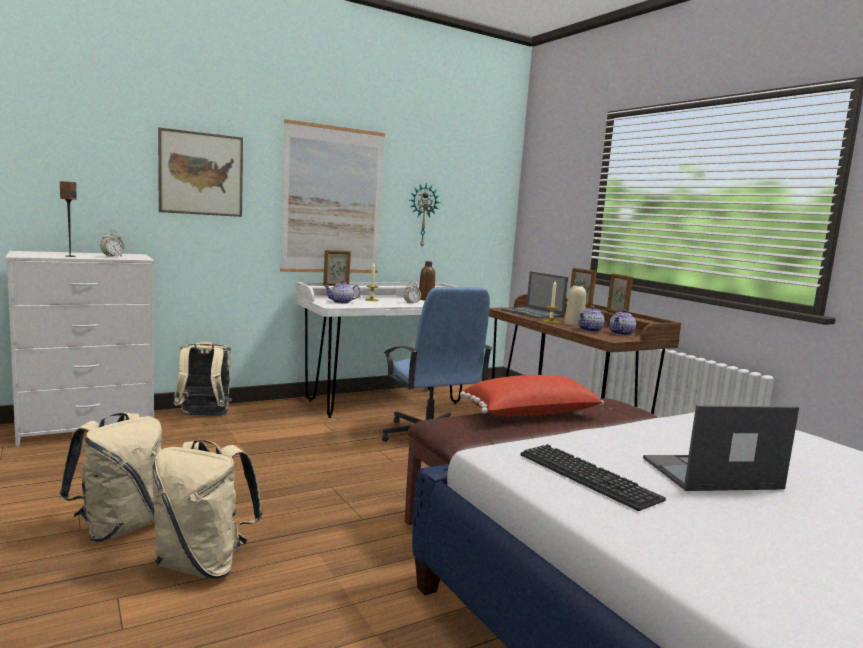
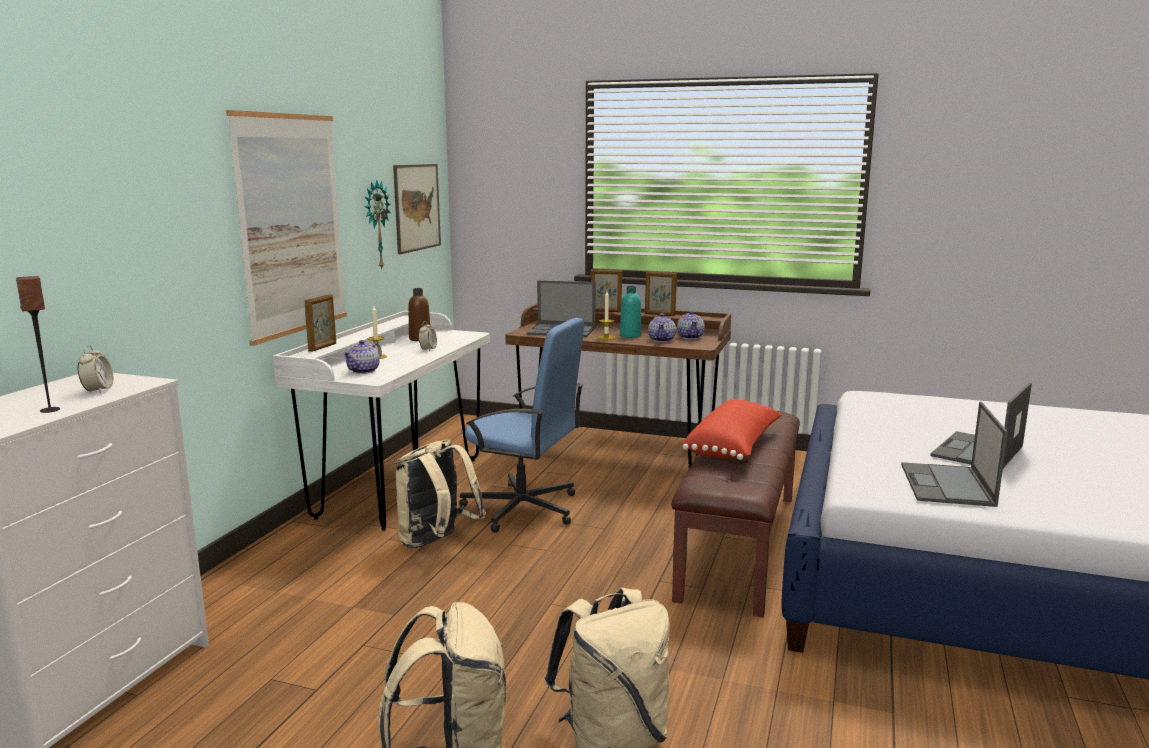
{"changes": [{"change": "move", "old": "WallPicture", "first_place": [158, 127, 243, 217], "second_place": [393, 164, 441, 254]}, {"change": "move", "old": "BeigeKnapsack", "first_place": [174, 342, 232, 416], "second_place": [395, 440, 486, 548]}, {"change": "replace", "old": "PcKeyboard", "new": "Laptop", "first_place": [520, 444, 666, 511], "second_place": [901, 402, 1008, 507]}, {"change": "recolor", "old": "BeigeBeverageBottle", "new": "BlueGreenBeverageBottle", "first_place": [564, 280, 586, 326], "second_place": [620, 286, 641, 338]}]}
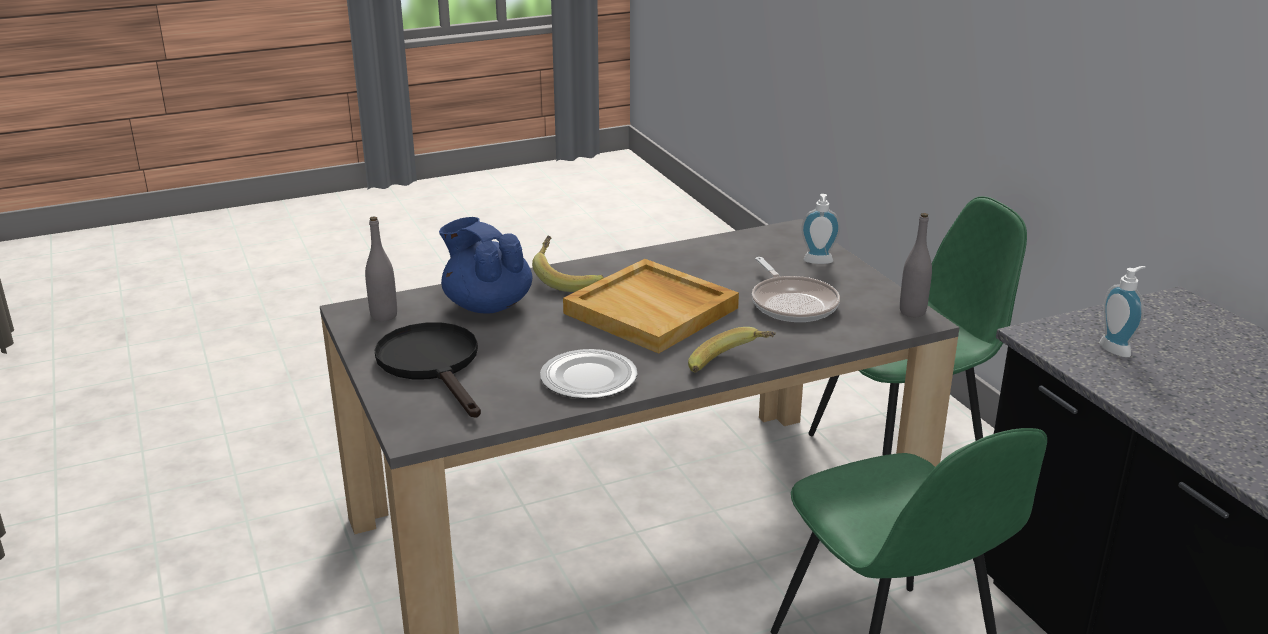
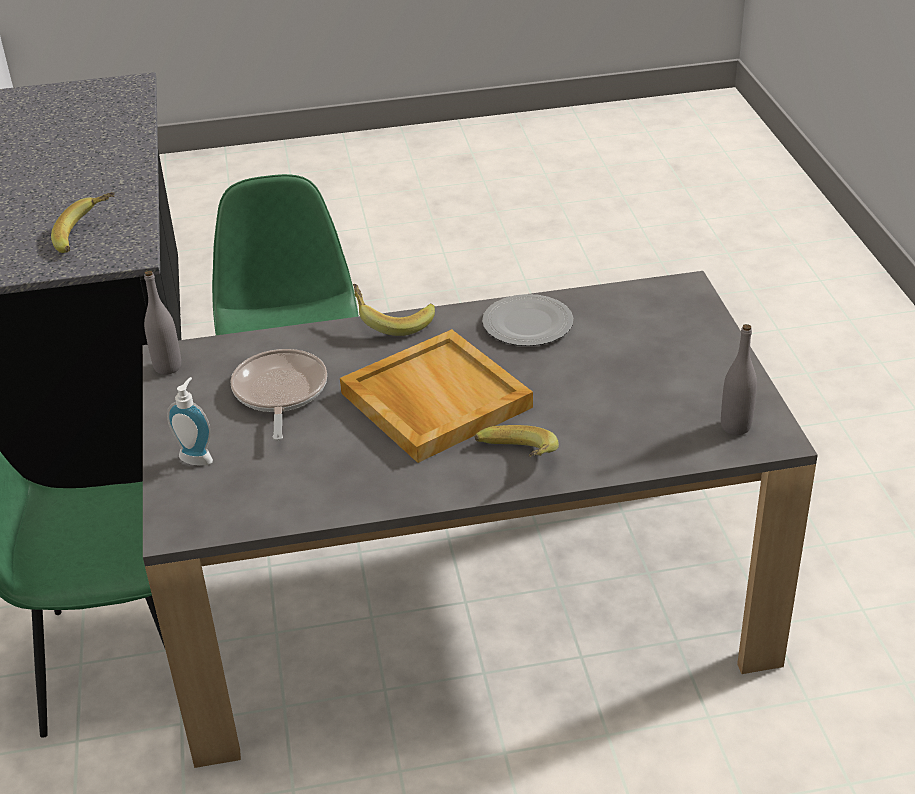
{"changes": [{"change": "delete", "old": "BlackFryingPan", "first_place": [374, 322, 481, 418]}, {"change": "delete", "old": "BlueTeaPot", "first_place": [439, 217, 533, 314]}, {"change": "replace", "old": "LiquidSoapBottle", "new": "Banana", "first_place": [1099, 266, 1145, 357], "second_place": [51, 192, 115, 253]}]}
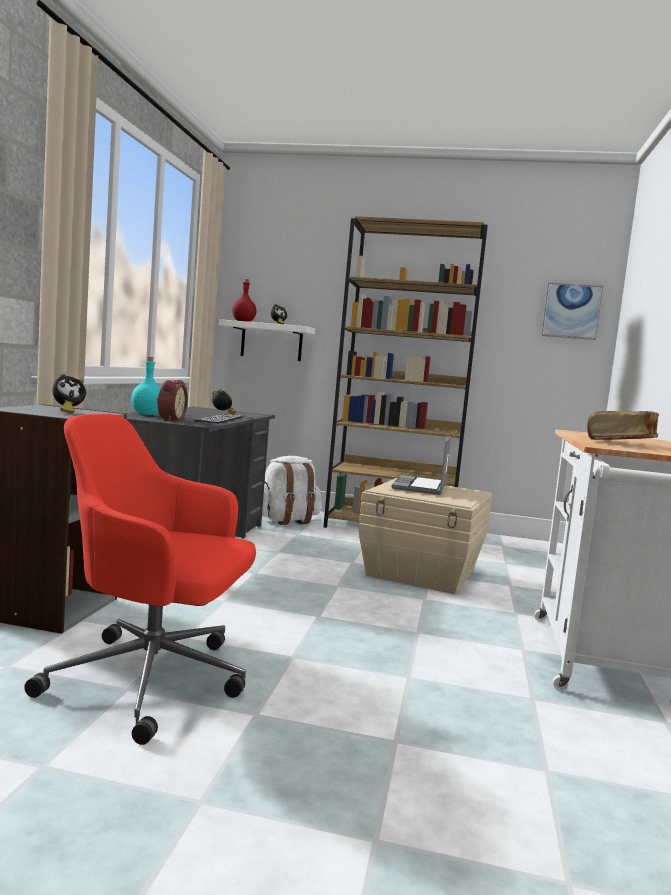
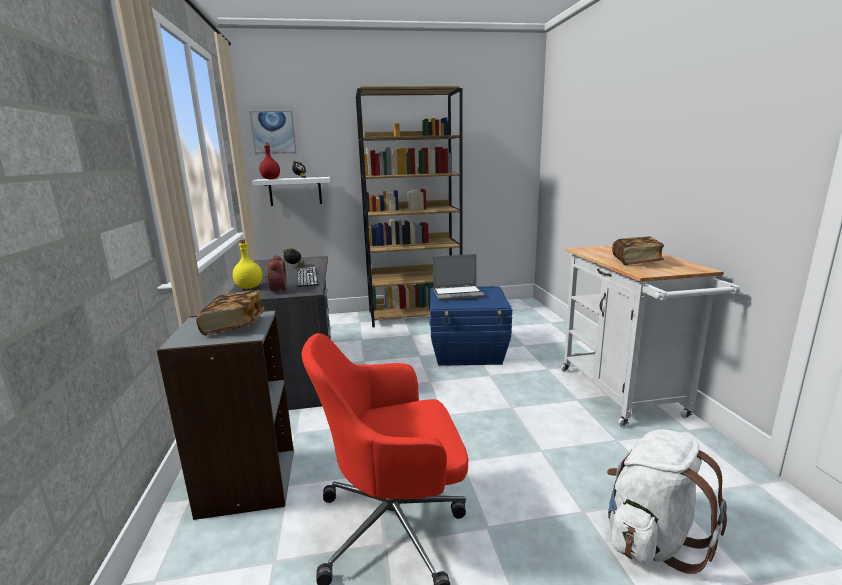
{"changes": [{"change": "replace", "old": "TableClock", "new": "BoundBook", "first_place": [52, 373, 86, 414], "second_place": [196, 290, 264, 336]}, {"change": "recolor", "old": "BlueGreenBeverageBottle", "new": "YellowishBeverageBottle", "first_place": [131, 357, 161, 415], "second_place": [233, 239, 262, 289]}, {"change": "move", "old": "WhitishKnapsack", "first_place": [262, 456, 322, 525], "second_place": [607, 429, 727, 574]}, {"change": "recolor", "old": "BeigeStorageBin", "new": "BlueStorageBin", "first_place": [359, 478, 492, 594], "second_place": [429, 286, 512, 366]}, {"change": "rotate", "old": "Laptop", "first_place": [392, 436, 451, 495], "second_place": [432, 254, 485, 301], "degrees": -90}, {"change": "move", "old": "WallPicture", "first_place": [541, 283, 603, 340], "second_place": [250, 111, 297, 154]}]}
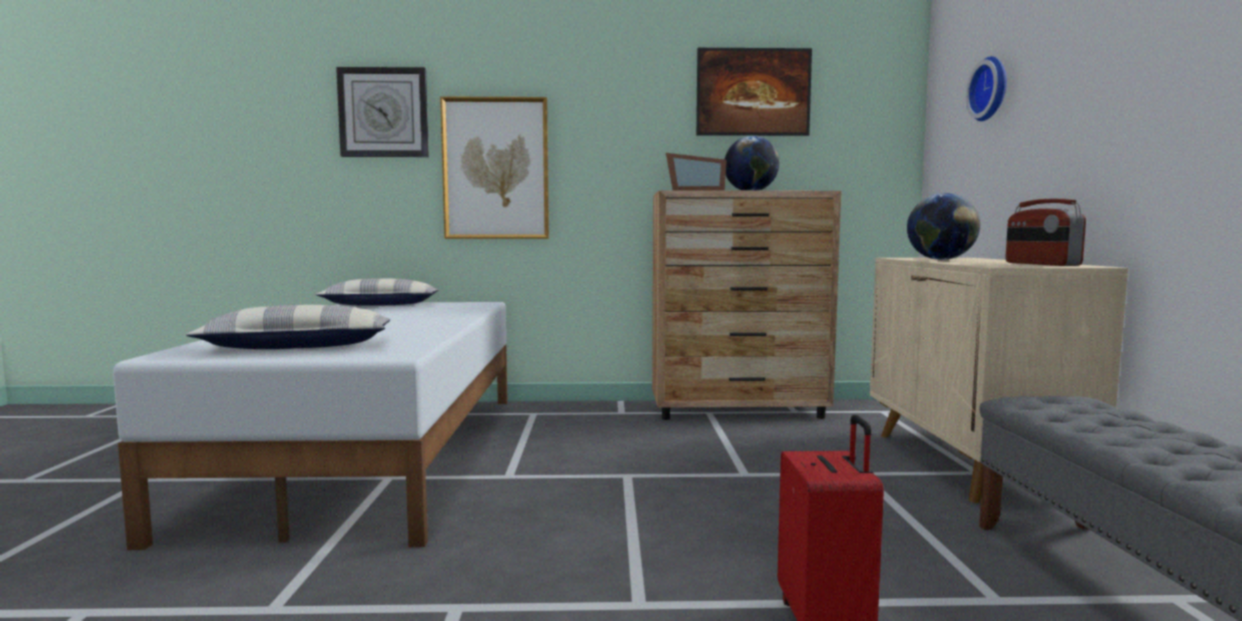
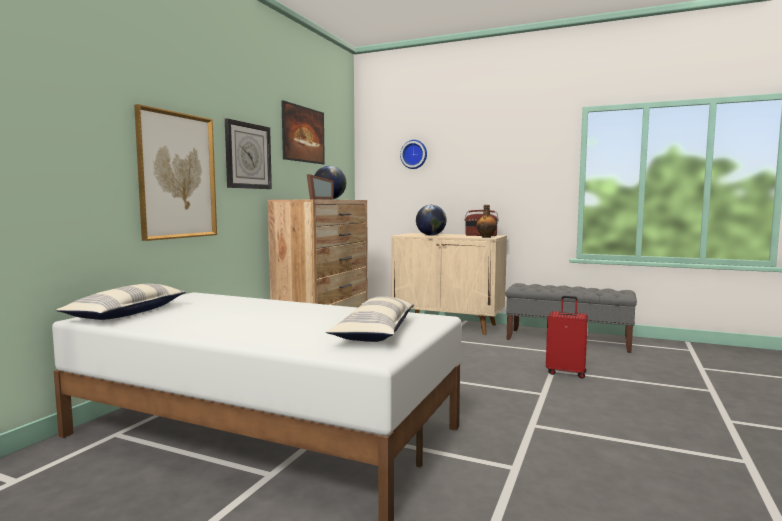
{"changes": [{"change": "move", "old": "WallClock", "first_place": [336, 67, 429, 157], "second_place": [225, 118, 272, 189]}, {"change": "insert", "new": "BeverageBottle", "second_place": [476, 205, 497, 238]}]}
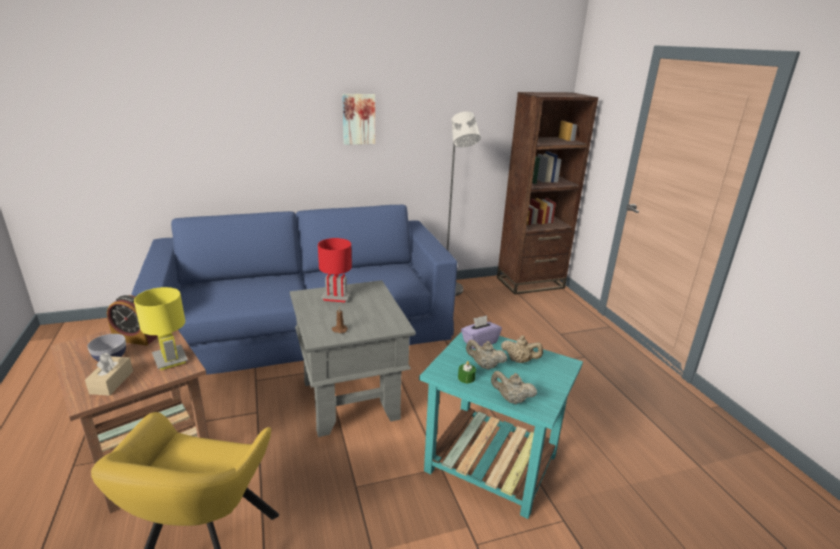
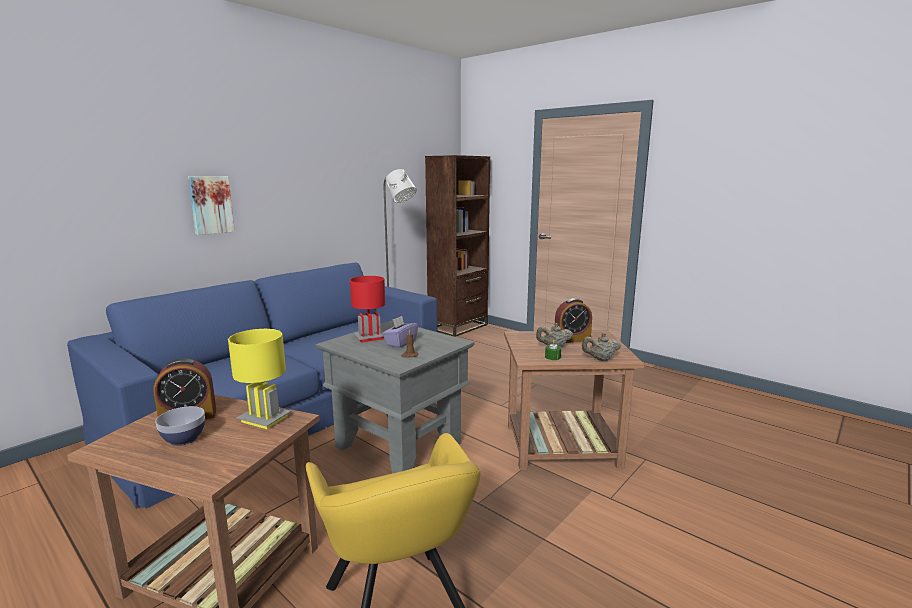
{"changes": [{"change": "delete", "old": "BeigeTissueHolder", "first_place": [85, 353, 133, 396]}, {"change": "move", "old": "WallPicture", "first_place": [342, 94, 375, 145], "second_place": [188, 176, 235, 235]}, {"change": "recolor", "old": "BlueGreenSideTable", "new": "BrownColouredSideTable", "first_place": [419, 332, 583, 519], "second_place": [504, 330, 644, 470]}, {"change": "move", "old": "PurplishTissueHolder", "first_place": [461, 315, 502, 349], "second_place": [382, 316, 418, 348]}, {"change": "replace", "old": "BeigeTeaPot", "new": "TableClock", "first_place": [501, 335, 543, 363], "second_place": [555, 298, 592, 343]}]}
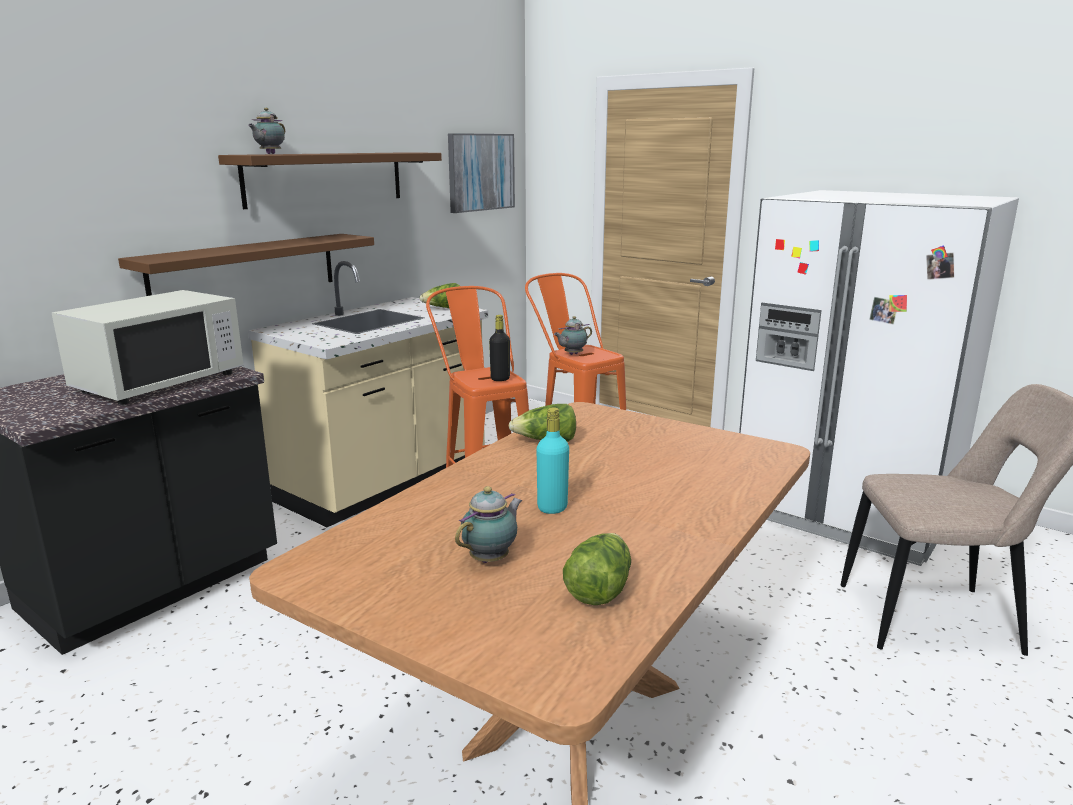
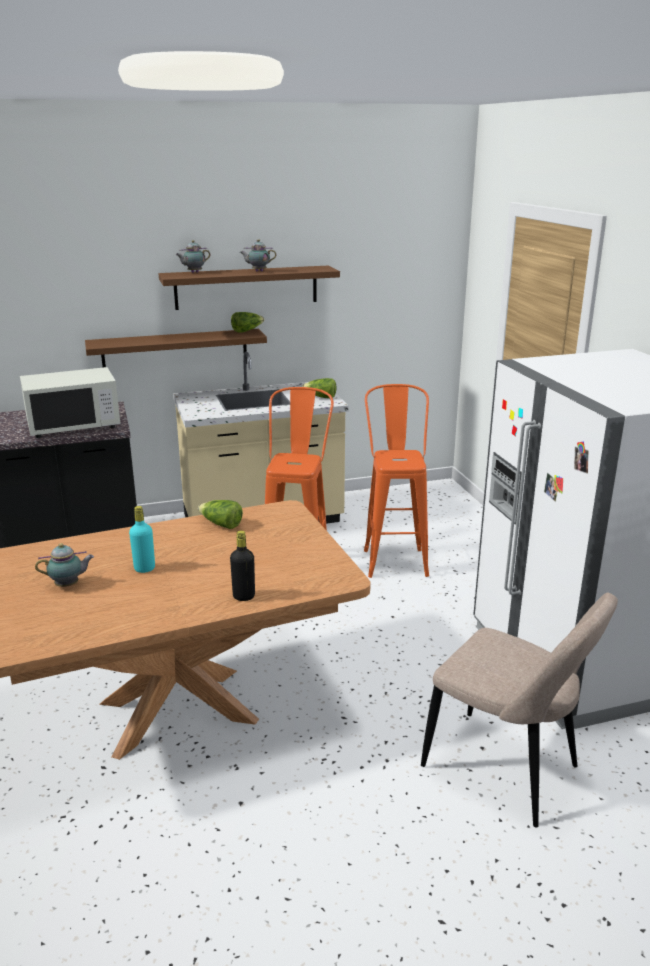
{"changes": [{"change": "delete", "old": "WallPicture", "first_place": [448, 133, 515, 213]}, {"change": "move", "old": "BlackBeverageBottle", "first_place": [489, 315, 510, 381], "second_place": [230, 531, 255, 601]}, {"change": "move", "old": "TeaPot", "first_place": [554, 316, 592, 355], "second_place": [240, 239, 276, 272]}, {"change": "move", "old": "Lettuce", "first_place": [563, 533, 631, 605], "second_place": [231, 312, 264, 333]}]}
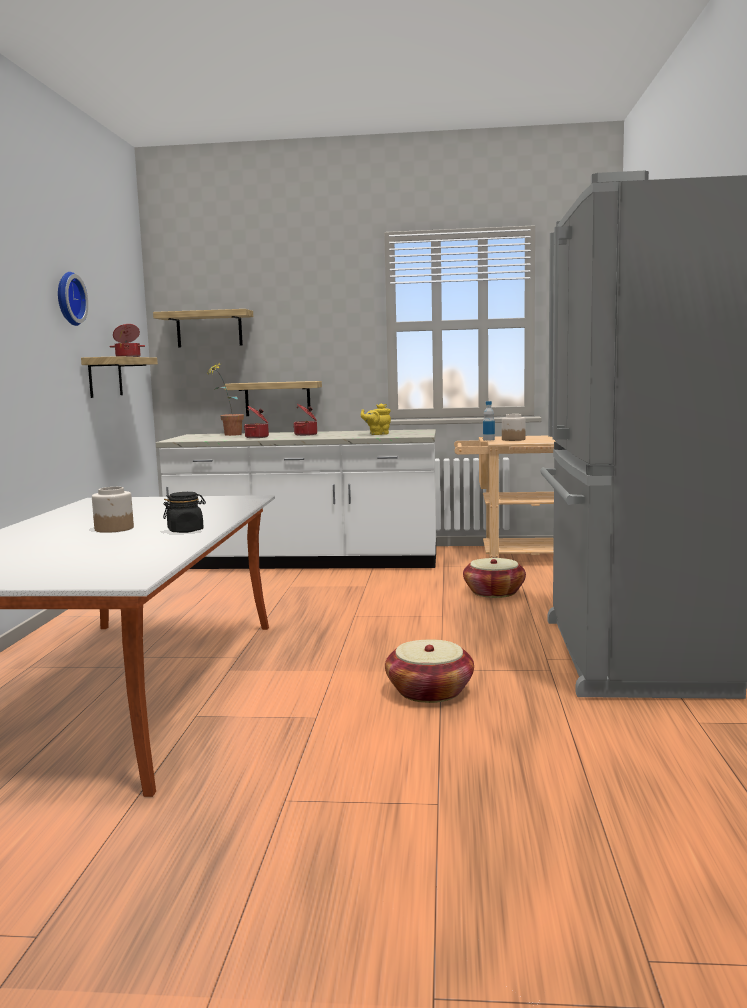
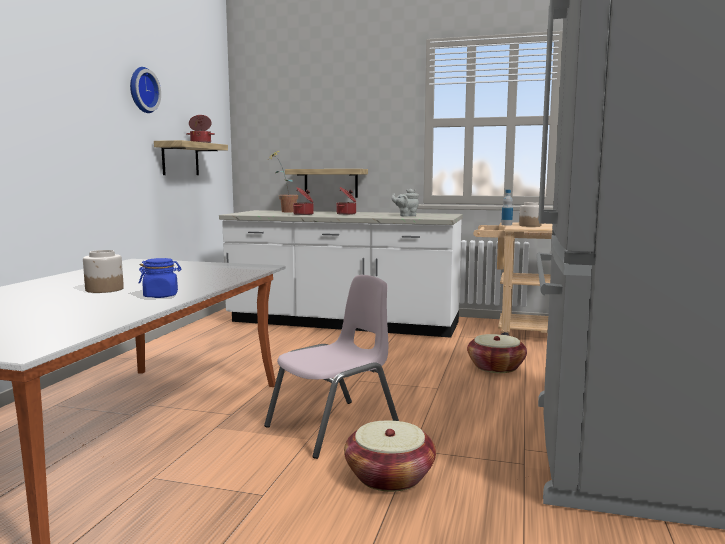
{"changes": [{"change": "delete", "old": "WallShelf", "first_place": [153, 309, 253, 347]}, {"change": "recolor", "old": "BlackJar", "new": "BlueJar", "first_place": [163, 492, 206, 533], "second_place": [139, 258, 181, 298]}, {"change": "recolor", "old": "YellowishTeaPot", "new": "GreyTeaPot", "first_place": [361, 404, 391, 435], "second_place": [391, 189, 419, 217]}, {"change": "insert", "new": "PinkPlainChair", "second_place": [264, 275, 399, 459]}]}
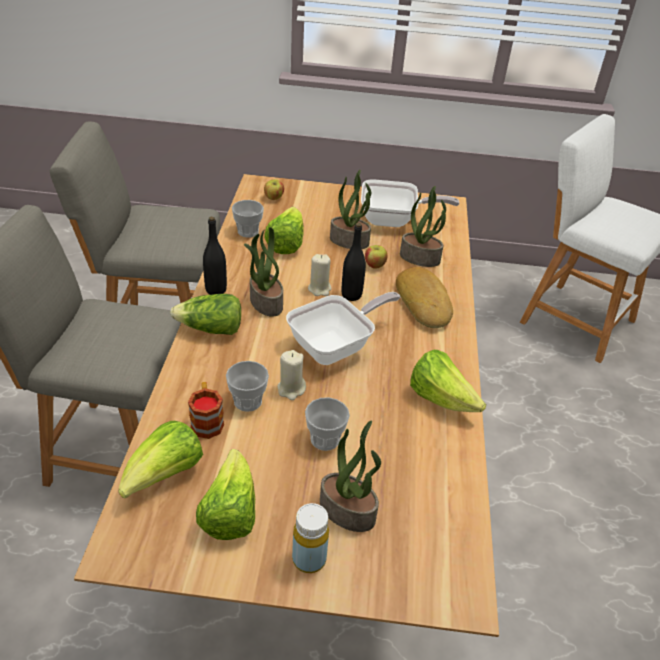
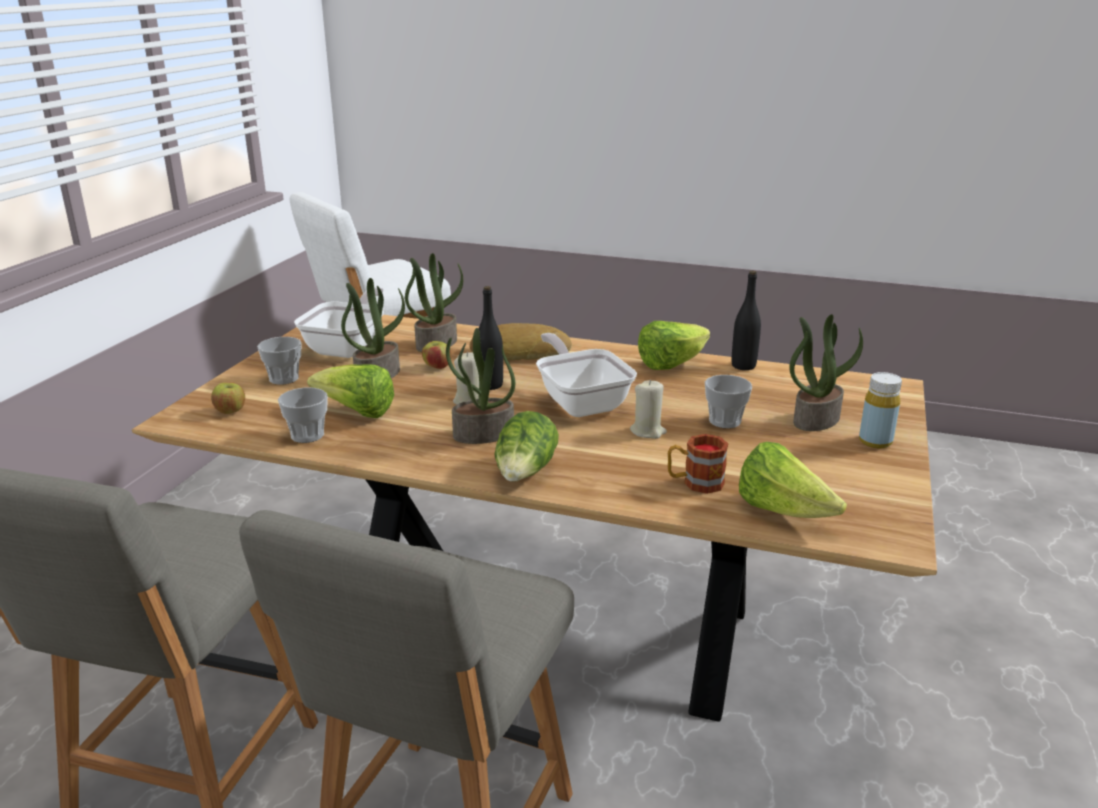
{"changes": [{"change": "delete", "old": "Lettuce", "first_place": [196, 449, 255, 540]}, {"change": "move", "old": "BlackBeverageBottle", "first_place": [203, 217, 227, 295], "second_place": [732, 271, 761, 370]}, {"change": "move", "old": "SmallCup", "first_place": [226, 361, 269, 412], "second_place": [257, 337, 302, 385]}]}
